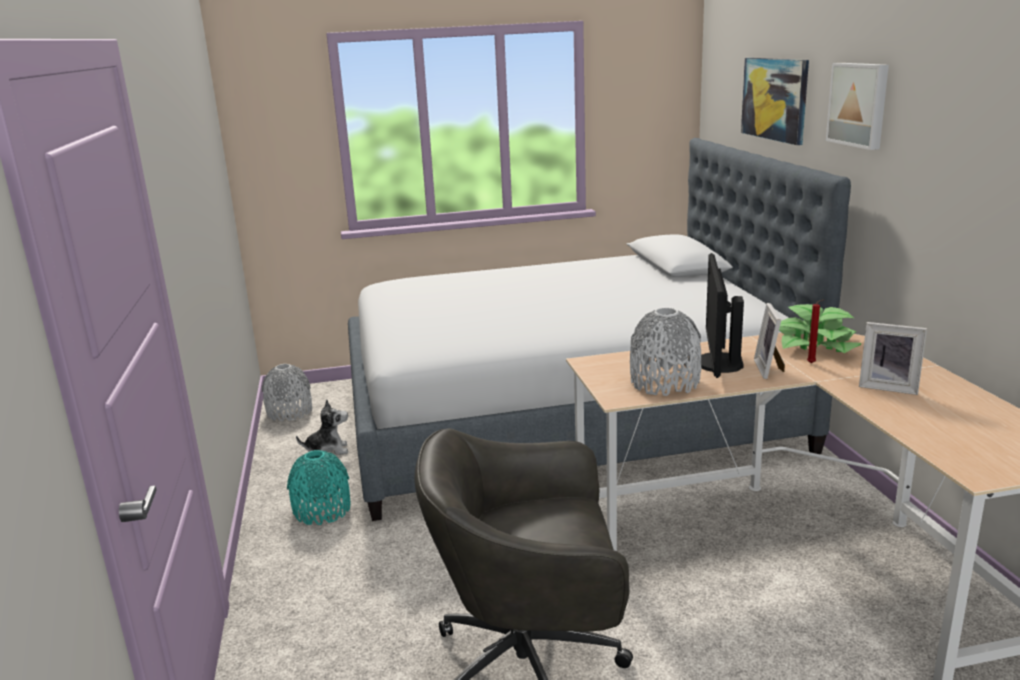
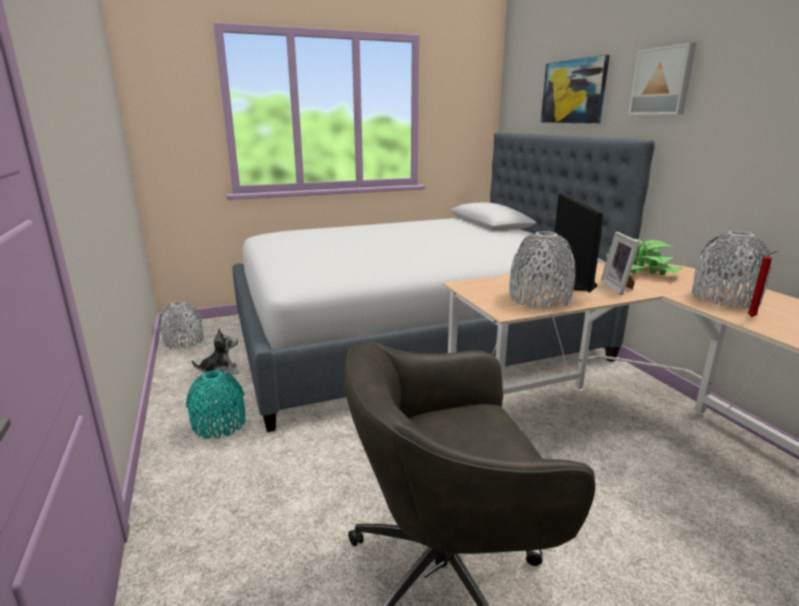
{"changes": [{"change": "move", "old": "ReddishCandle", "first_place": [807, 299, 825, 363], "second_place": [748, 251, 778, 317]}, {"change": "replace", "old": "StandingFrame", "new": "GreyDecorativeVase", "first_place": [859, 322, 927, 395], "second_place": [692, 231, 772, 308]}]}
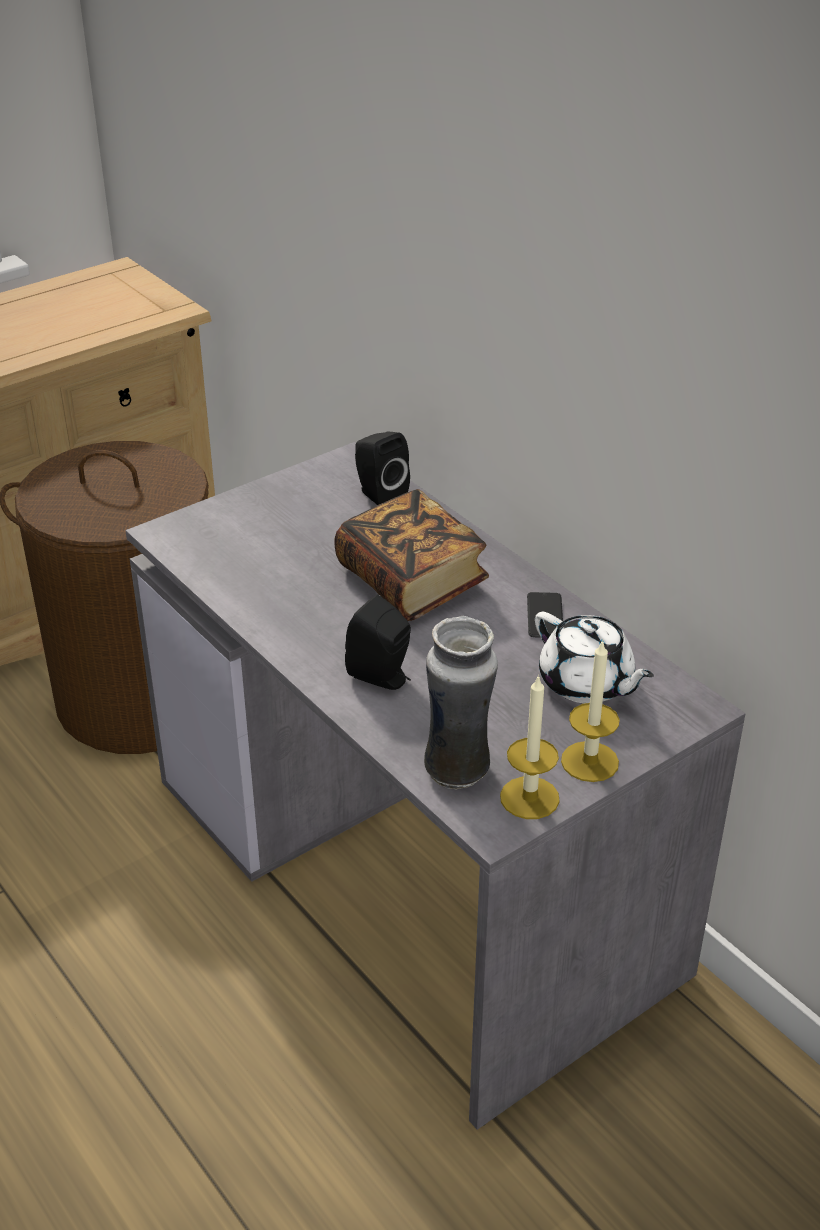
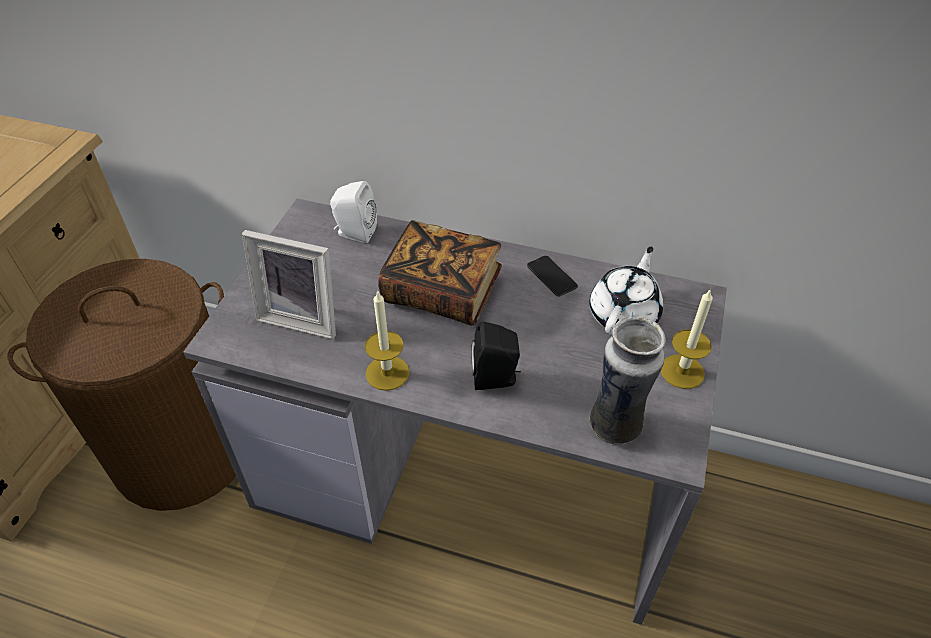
{"changes": [{"change": "recolor", "old": "BlackSpeaker", "new": "WhitishSpeaker", "first_place": [355, 432, 410, 505], "second_place": [330, 181, 377, 243]}, {"change": "move", "old": "Candle", "first_place": [500, 674, 560, 819], "second_place": [365, 290, 410, 391]}, {"change": "rotate", "old": "WhitishTeaPot", "first_place": [535, 612, 654, 703], "second_place": [589, 247, 663, 335], "degrees": -75}, {"change": "insert", "new": "StandingFrame", "second_place": [242, 230, 336, 339]}]}
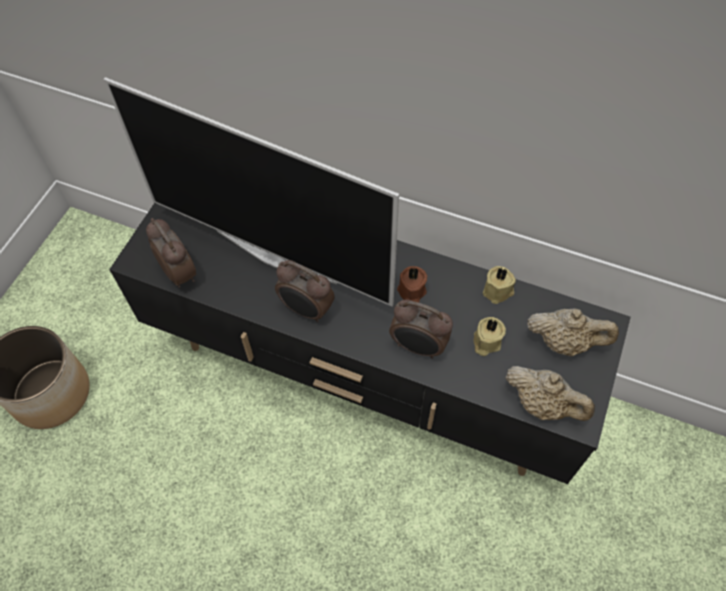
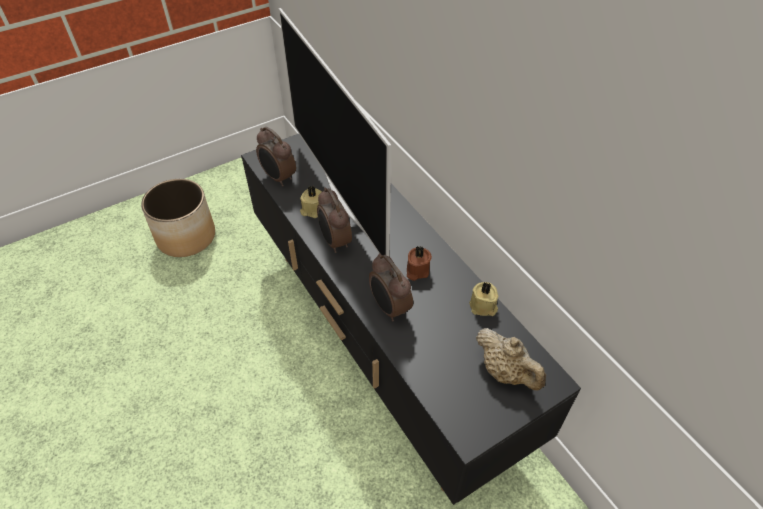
{"changes": [{"change": "rotate", "old": "TableClock", "first_place": [146, 218, 196, 288], "second_place": [256, 127, 296, 187], "degrees": 135}, {"change": "move", "old": "BeigeCandle", "first_place": [474, 317, 506, 356], "second_place": [300, 186, 322, 218]}, {"change": "delete", "old": "BeigeTeaPot", "first_place": [506, 366, 595, 421]}]}
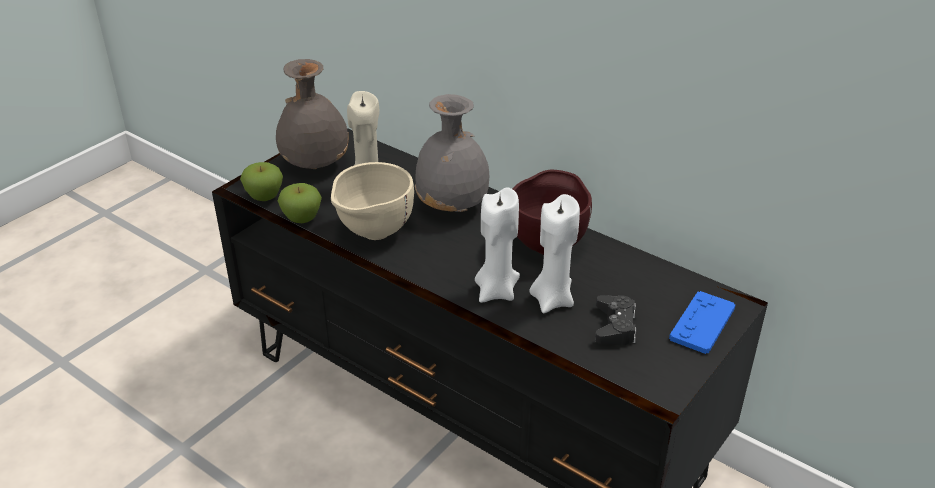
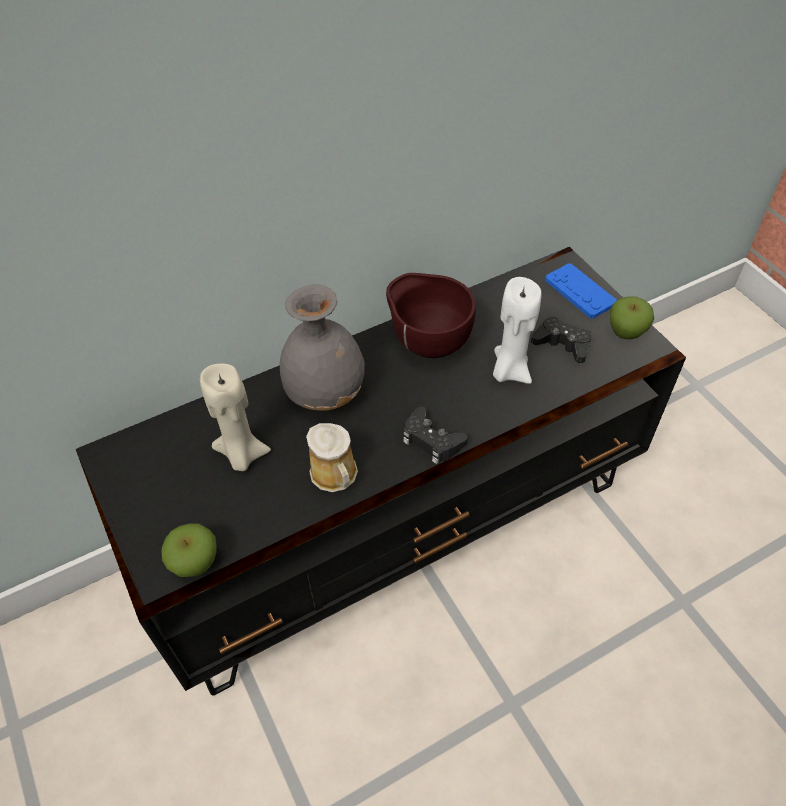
{"changes": [{"change": "delete", "old": "GreyDecorativeVase", "first_place": [276, 59, 349, 169]}, {"change": "move", "old": "AppleFruit", "first_place": [277, 183, 322, 223], "second_place": [610, 296, 654, 339]}, {"change": "replace", "old": "BeigeBowl", "new": "CoffeeMug", "first_place": [331, 162, 414, 240], "second_place": [306, 423, 358, 492]}, {"change": "delete", "old": "WhitishCandle", "first_place": [475, 187, 520, 303]}, {"change": "insert", "new": "BlackGamepad", "second_place": [403, 407, 467, 464]}]}
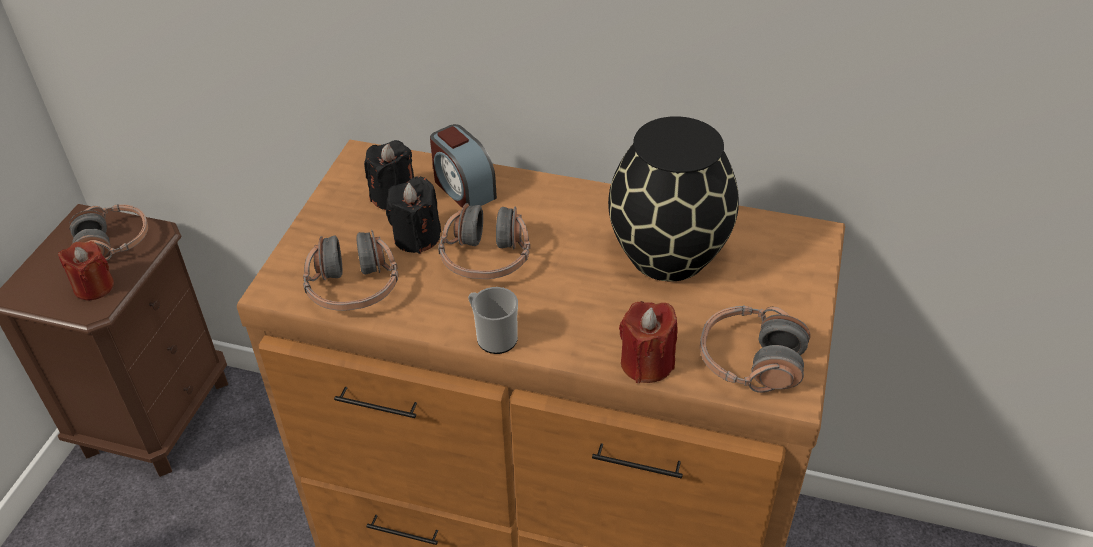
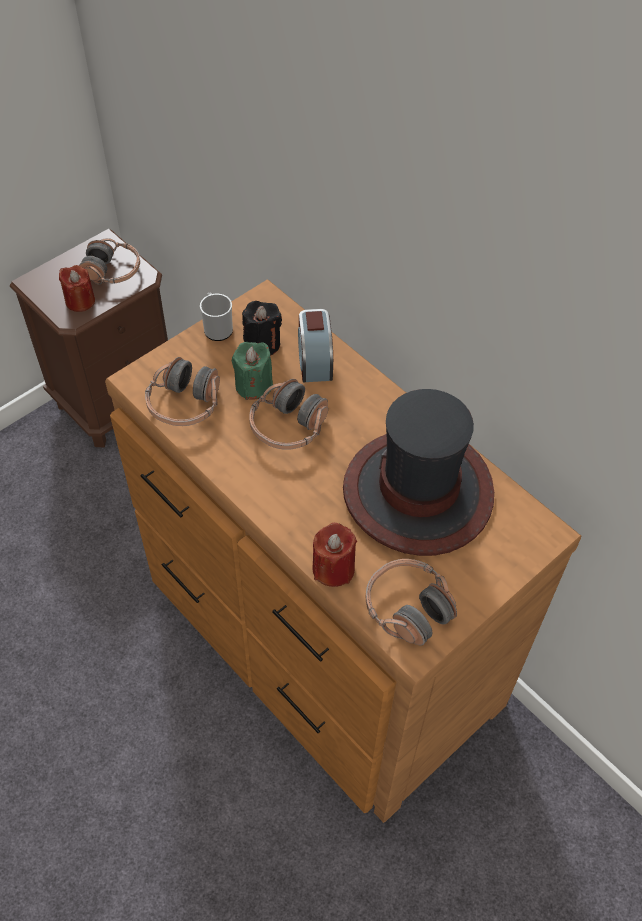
{"changes": [{"change": "recolor", "old": "BlackCandle", "new": "GreenCandle", "first_place": [386, 176, 441, 254], "second_place": [232, 342, 273, 400]}, {"change": "move", "old": "CoffeeMug", "first_place": [468, 287, 518, 354], "second_place": [200, 293, 233, 341]}, {"change": "replace", "old": "BlackDecorativeVase", "new": "WearableHat", "first_place": [608, 116, 739, 281], "second_place": [343, 389, 494, 556]}]}
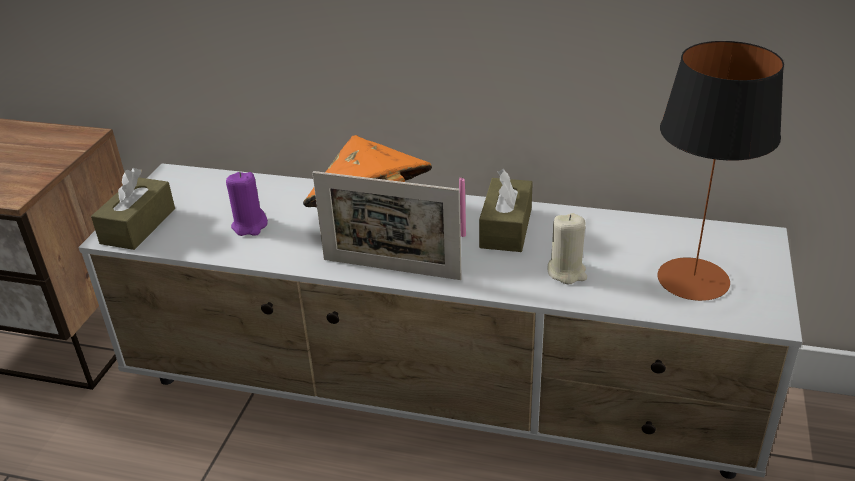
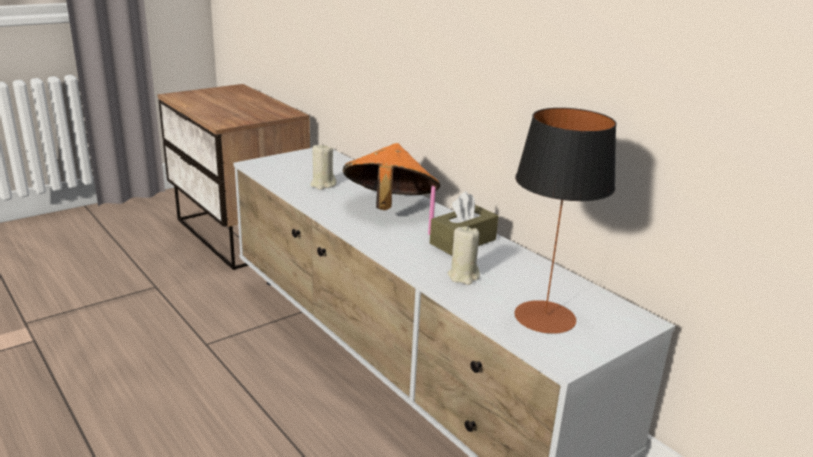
{"changes": [{"change": "delete", "old": "BrownColouredTissueHolder", "first_place": [91, 168, 175, 250]}, {"change": "recolor", "old": "PurplishCandle", "new": "BeigeCandle", "first_place": [226, 172, 268, 236], "second_place": [310, 143, 337, 190]}, {"change": "delete", "old": "StandingFrame", "first_place": [312, 171, 462, 280]}]}
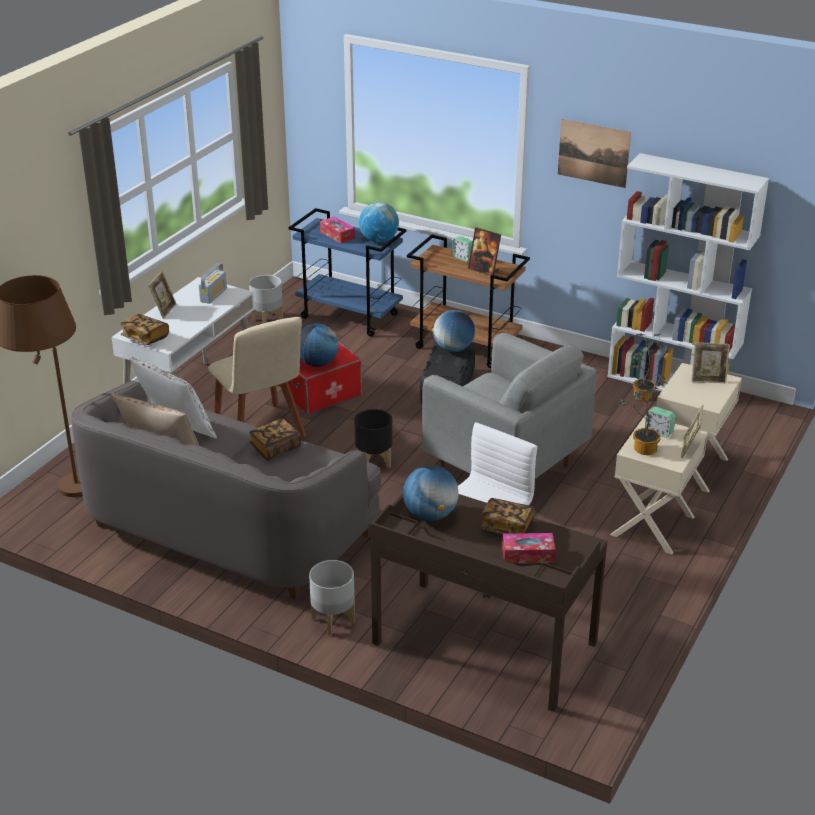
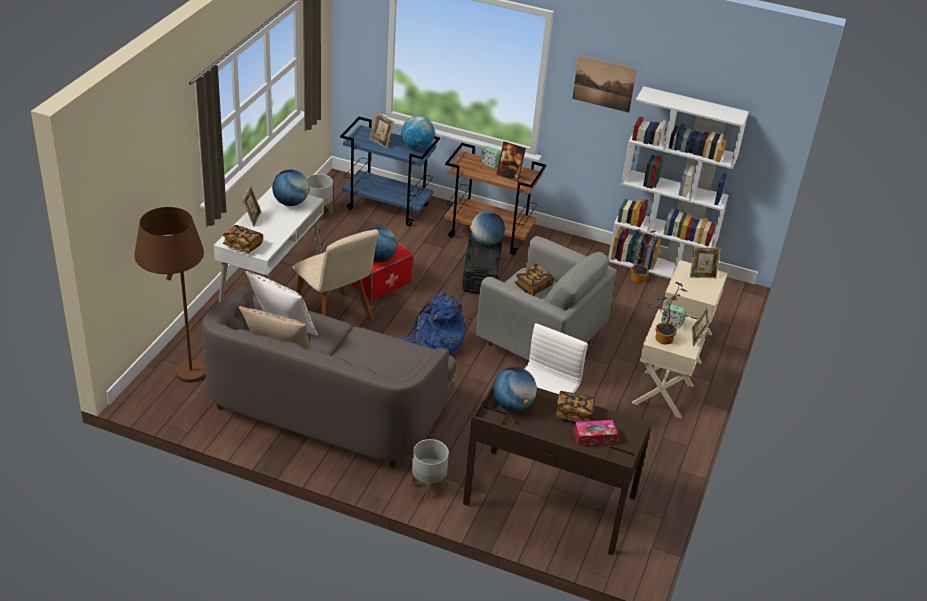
{"changes": [{"change": "replace", "old": "RadioReceiver", "new": "Globe", "first_place": [199, 263, 227, 304], "second_place": [272, 170, 309, 206]}, {"change": "move", "old": "BoundBook", "first_place": [249, 418, 301, 460], "second_place": [515, 264, 554, 296]}, {"change": "replace", "old": "TissueHolder", "new": "StandingFrame", "first_place": [320, 217, 355, 243], "second_place": [369, 112, 394, 148]}, {"change": "replace", "old": "BlackPlantPot", "new": "BlueKnapsack", "first_place": [354, 409, 393, 468], "second_place": [398, 291, 465, 355]}]}
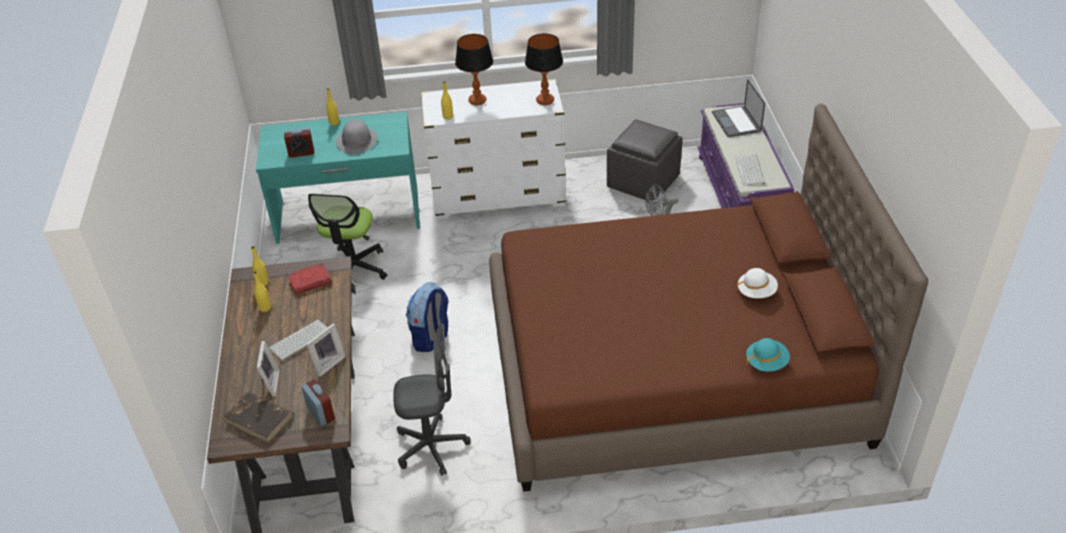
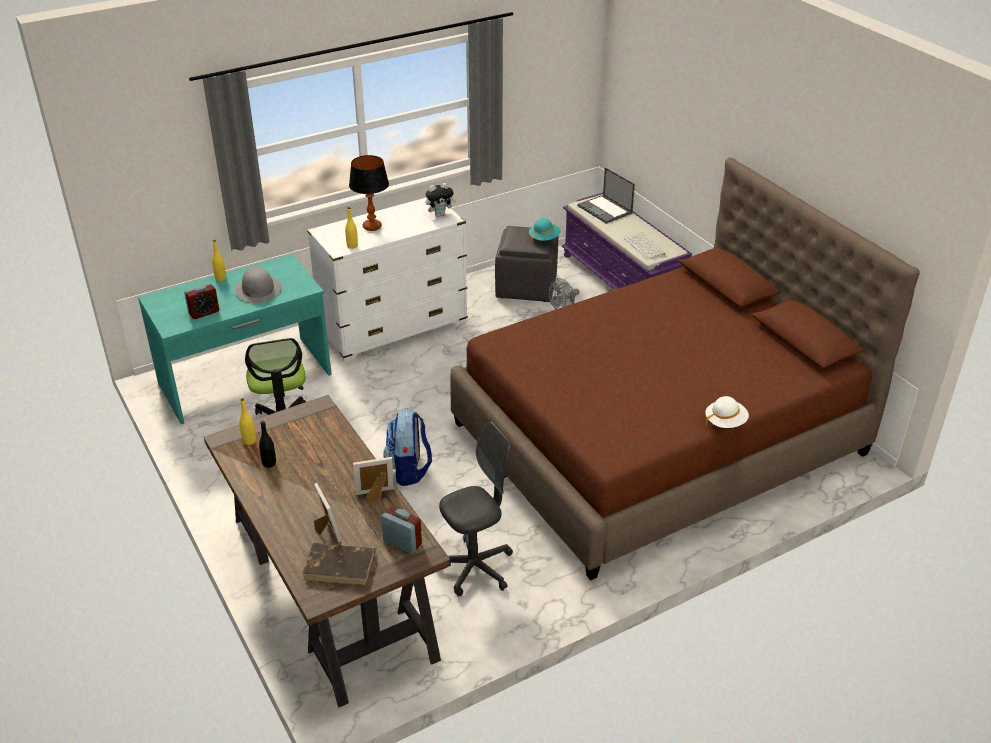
{"changes": [{"change": "recolor", "old": "YellowishBeverageBottle", "new": "BlackBeverageBottle", "first_place": [253, 271, 271, 312], "second_place": [259, 421, 276, 468]}, {"change": "delete", "old": "PcKeyboard", "first_place": [269, 320, 327, 362]}, {"change": "delete", "old": "ReddishBoundBook", "first_place": [287, 263, 332, 294]}, {"change": "rotate", "old": "StandingFrame", "first_place": [306, 323, 346, 377], "second_place": [353, 457, 394, 503], "degrees": -120}, {"change": "replace", "old": "TableLamp", "new": "CuddlyToy", "first_place": [525, 33, 563, 105], "second_place": [425, 183, 456, 217]}, {"change": "move", "old": "WhitishWearableHat", "first_place": [737, 268, 778, 298], "second_place": [705, 396, 749, 428]}, {"change": "move", "old": "BlueGreenWearableHat", "first_place": [746, 338, 790, 372], "second_place": [529, 218, 561, 243]}]}
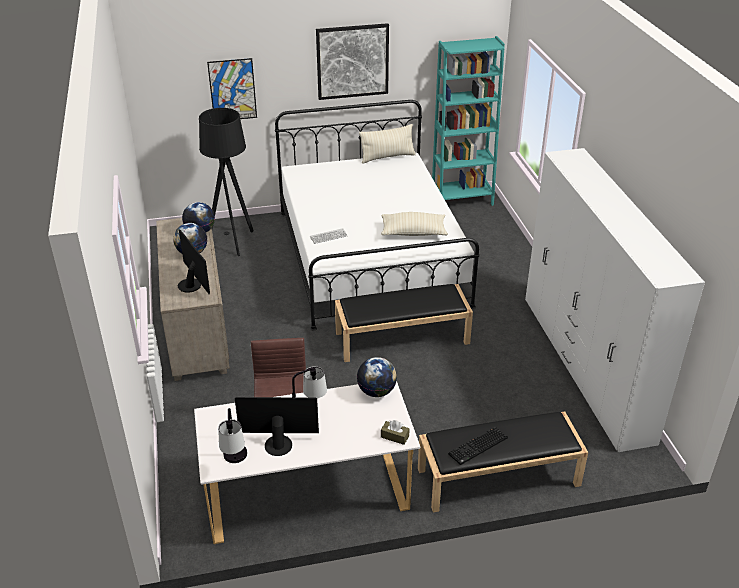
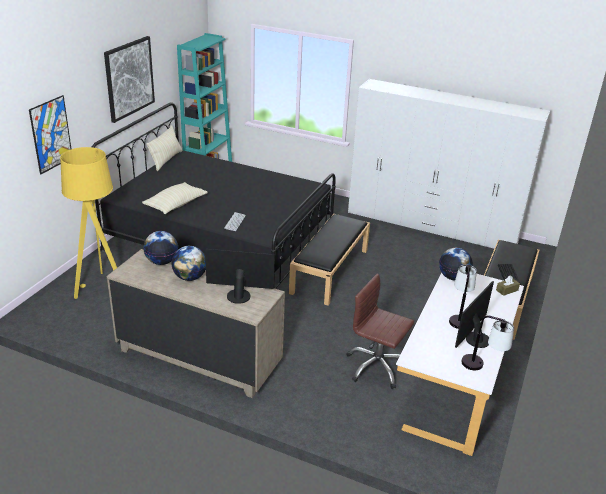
{"changes": [{"change": "recolor", "old": "BlackFloorLamp", "new": "YellowishFloorLamp", "first_place": [199, 108, 254, 256], "second_place": [60, 147, 117, 299]}, {"change": "recolor", "old": "WhitishSleepingBed", "new": "BlackSleepingBed", "first_place": [275, 100, 479, 331], "second_place": [92, 102, 336, 289]}, {"change": "move", "old": "BeigeCushion", "first_place": [381, 212, 448, 236], "second_place": [142, 182, 208, 214]}]}
